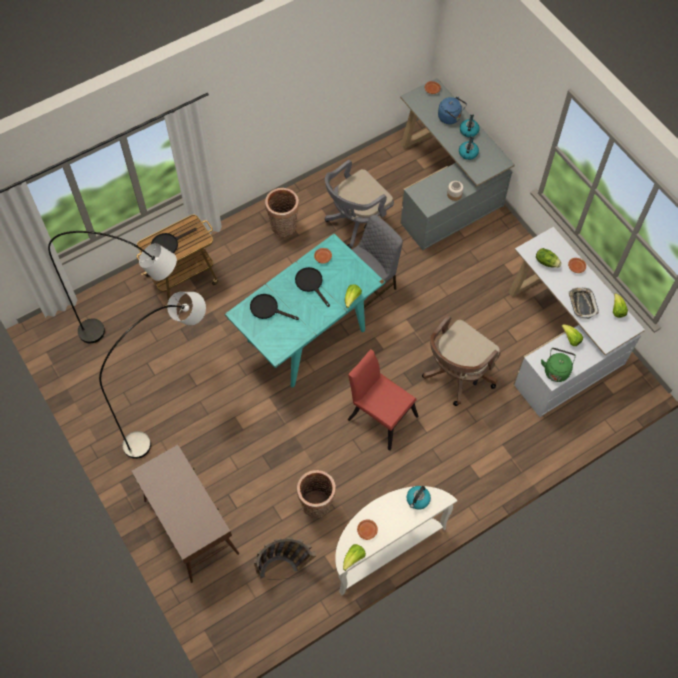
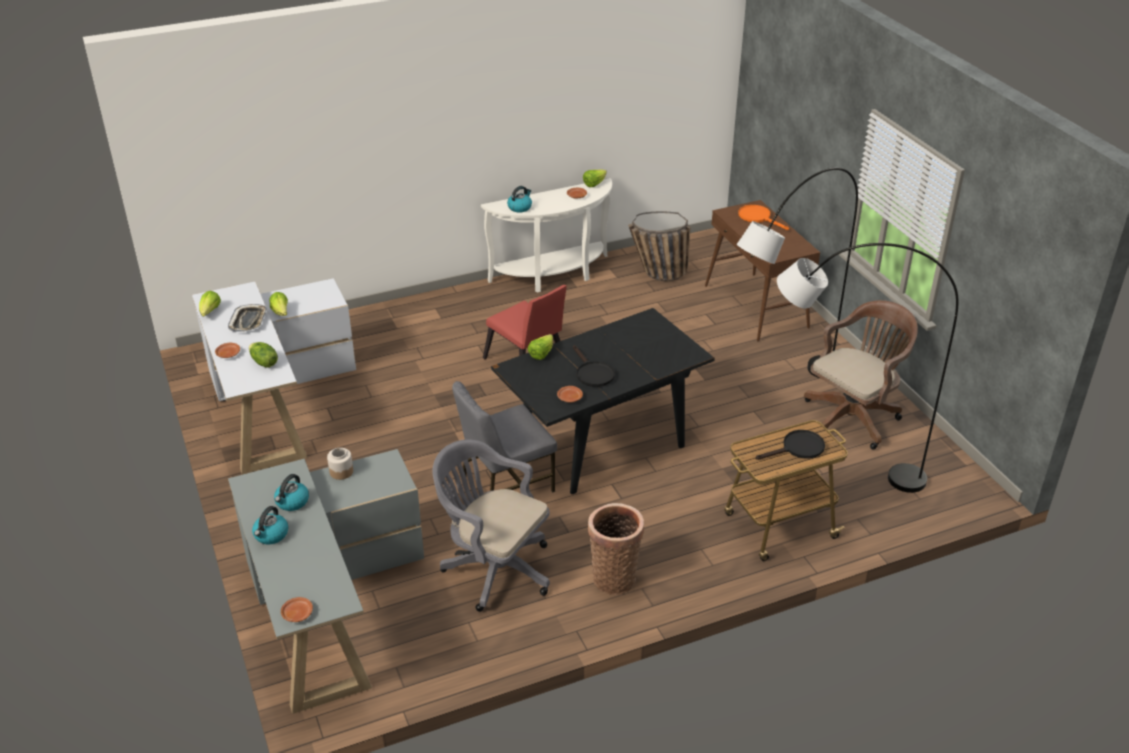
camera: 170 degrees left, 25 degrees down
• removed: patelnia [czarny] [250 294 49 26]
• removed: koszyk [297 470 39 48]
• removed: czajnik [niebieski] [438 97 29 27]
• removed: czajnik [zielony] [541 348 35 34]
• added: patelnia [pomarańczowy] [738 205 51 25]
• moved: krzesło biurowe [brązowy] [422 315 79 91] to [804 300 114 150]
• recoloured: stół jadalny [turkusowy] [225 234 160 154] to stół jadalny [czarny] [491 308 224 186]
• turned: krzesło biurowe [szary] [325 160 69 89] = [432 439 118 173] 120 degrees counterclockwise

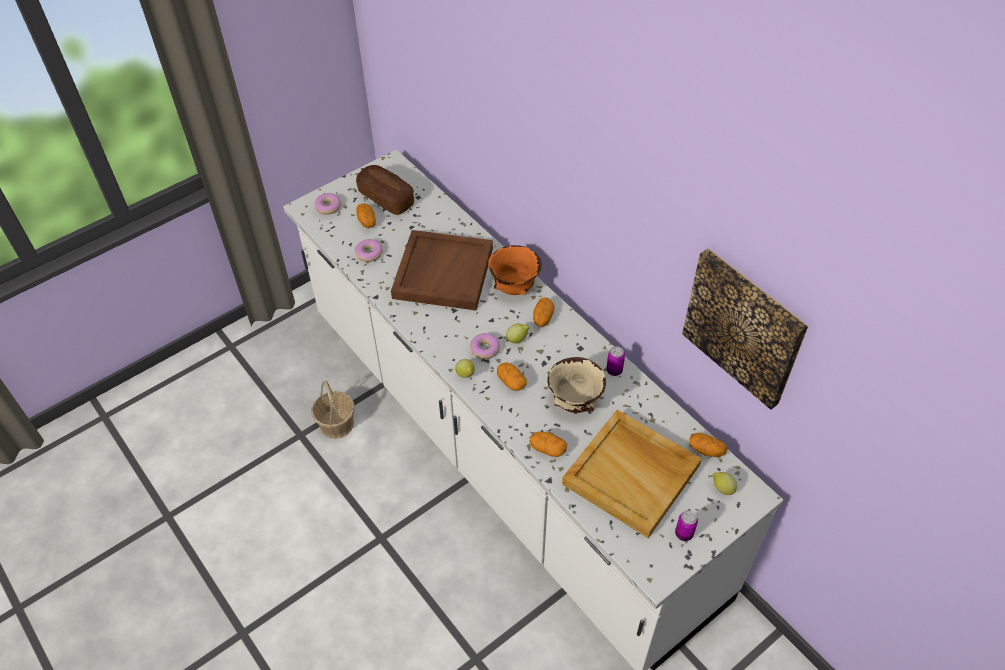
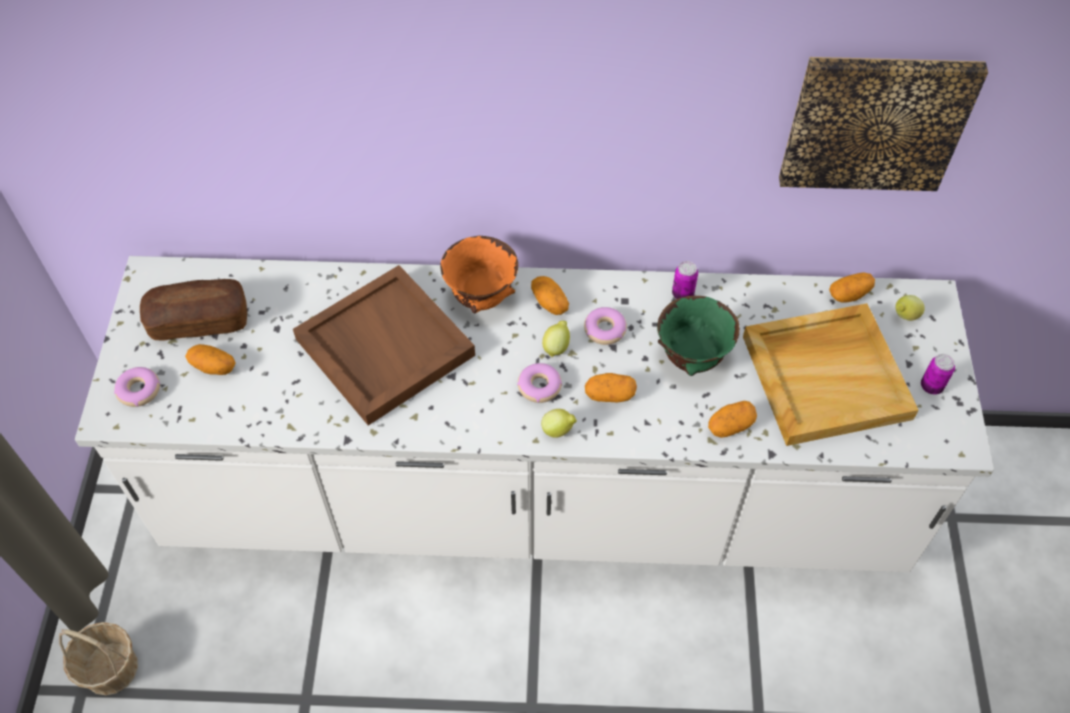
camera: 50 degrees left, 5 degrees up
• moved: koszyk [311 380 44 59] to [59 622 79 74]
• moved: donut [355 239 28 23] to [584 307 43 38]
• recoloured: miska [beżowy] [547 357 59 56] to miska [zielony] [657 296 83 80]

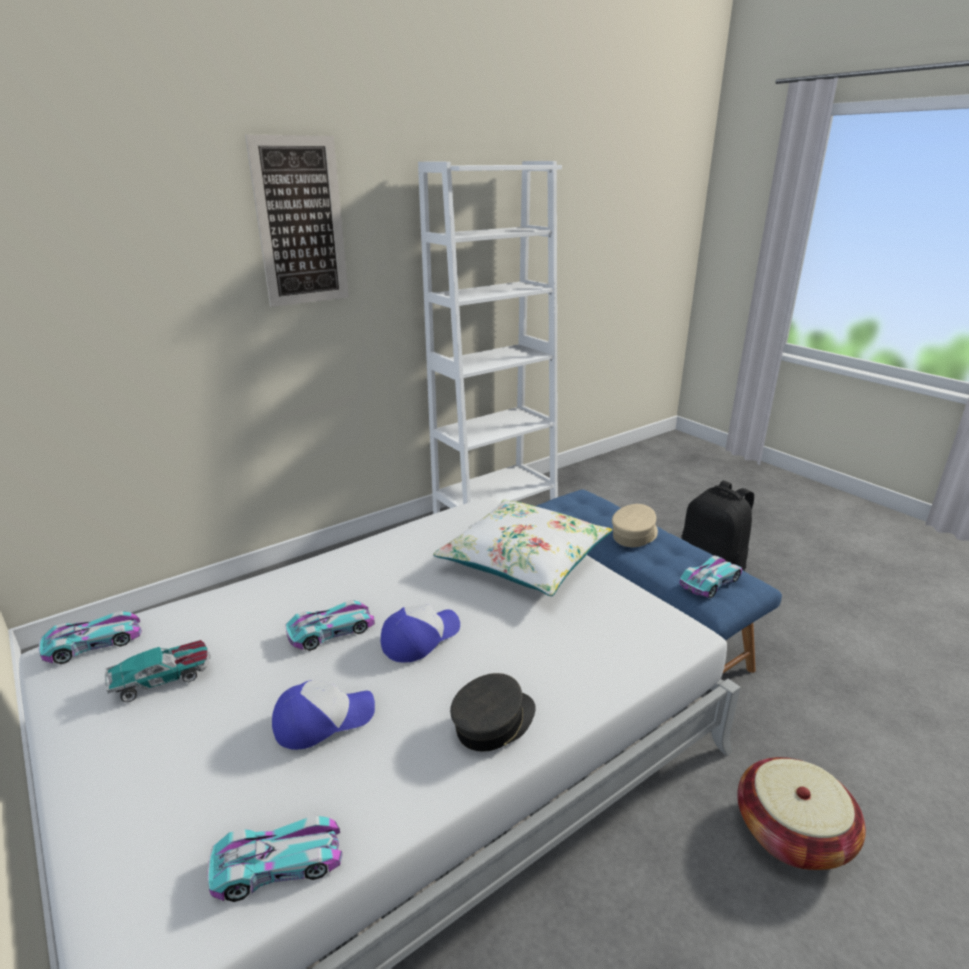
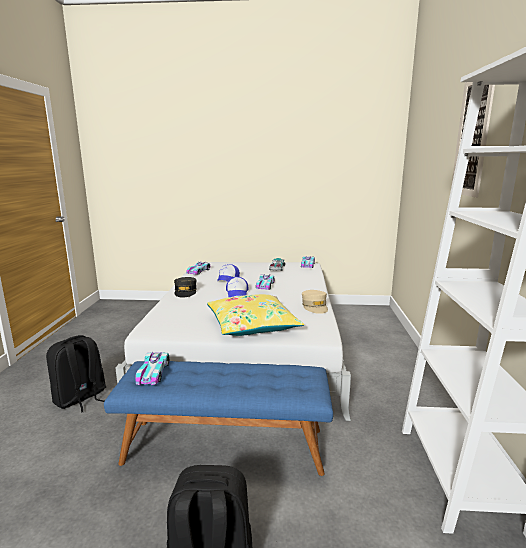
camera: 130 degrees right, 10 degrees down
• moved: czapka z daszkiem [beżowy] [612 504 46 43] to [302 290 26 24]
• replaced: koszyk [737 757 129 113] to plecak [czarny] [46 335 60 78]
• recoloured: poduszka [biały] [433 500 179 96] to poduszka [żółty] [207 294 97 42]

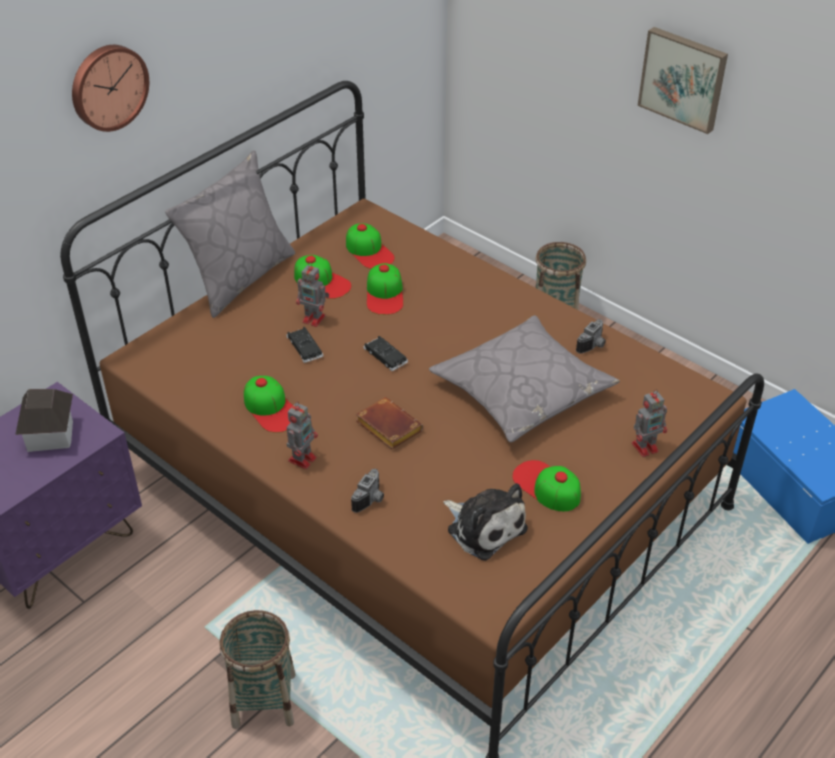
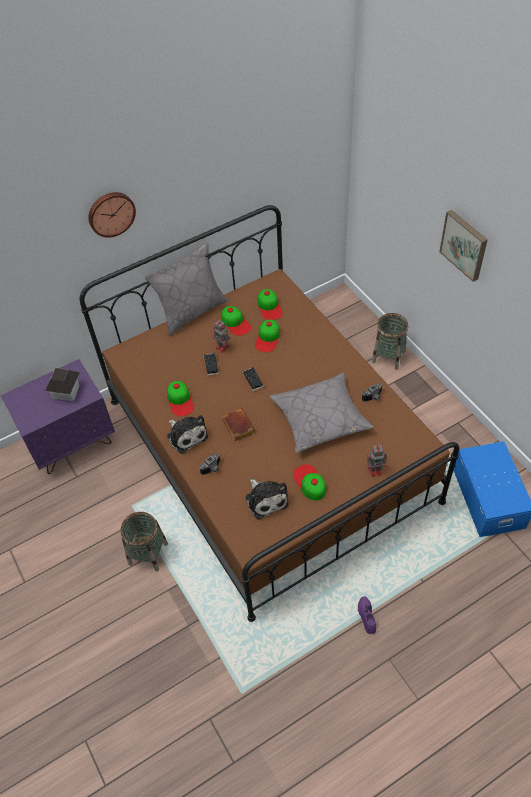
camera: 20 degrees right, 10 degrees up
• added: but [fioletowy] [358 596 19 38]
• replaced: robot zabawkowy [287 401 31 68] to pluszak [167 415 41 39]

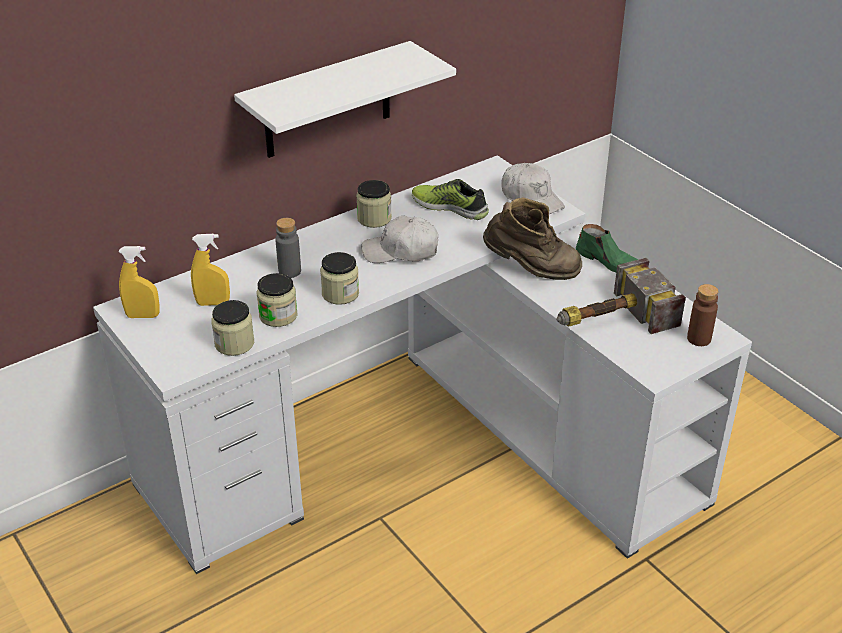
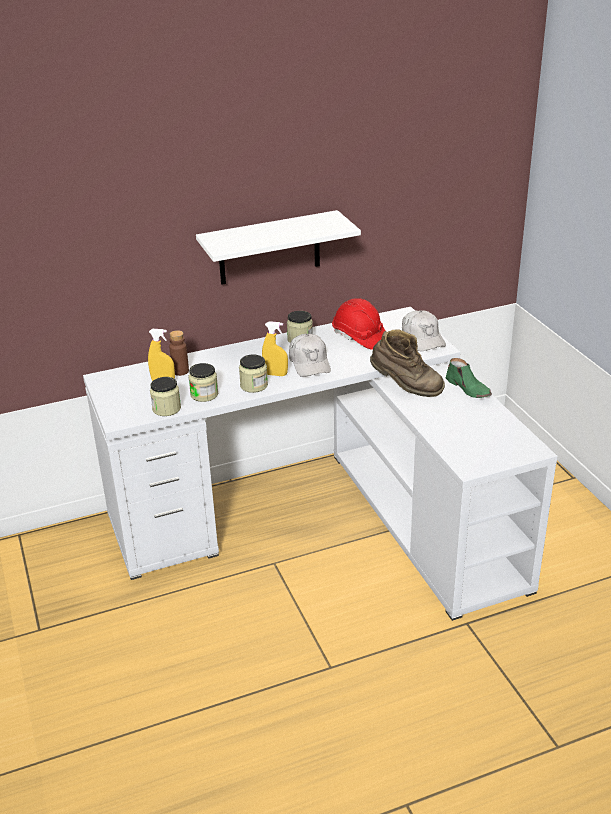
camera: 15 degrees right, 5 degrees down
• removed: butelka [szary] [275 218 26 60]
• removed: młotek [556 258 130 76]
• moved: spryskiwacz [żółty] [119 246 41 72] to [262 321 26 55]
• moved: butelka [brązowy] [687 284 31 62] to [169 330 20 46]
• replaced: but [412 179 77 41] to kask [czerwony] [332 298 53 52]
• turned: czapka z daszkiem [biały] [361 215 77 48] = [289 334 42 43] 120 degrees counterclockwise

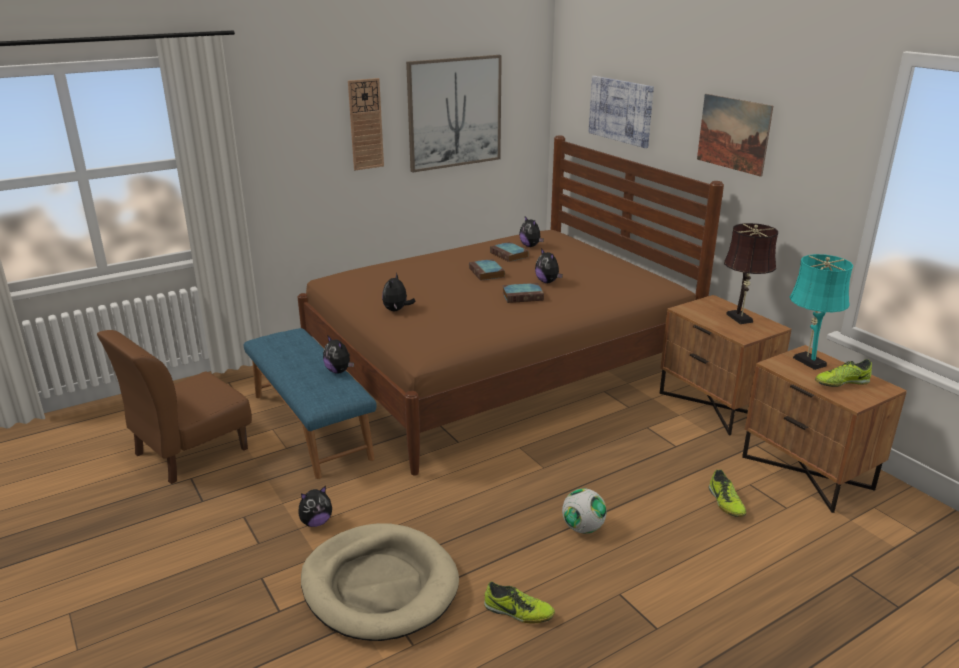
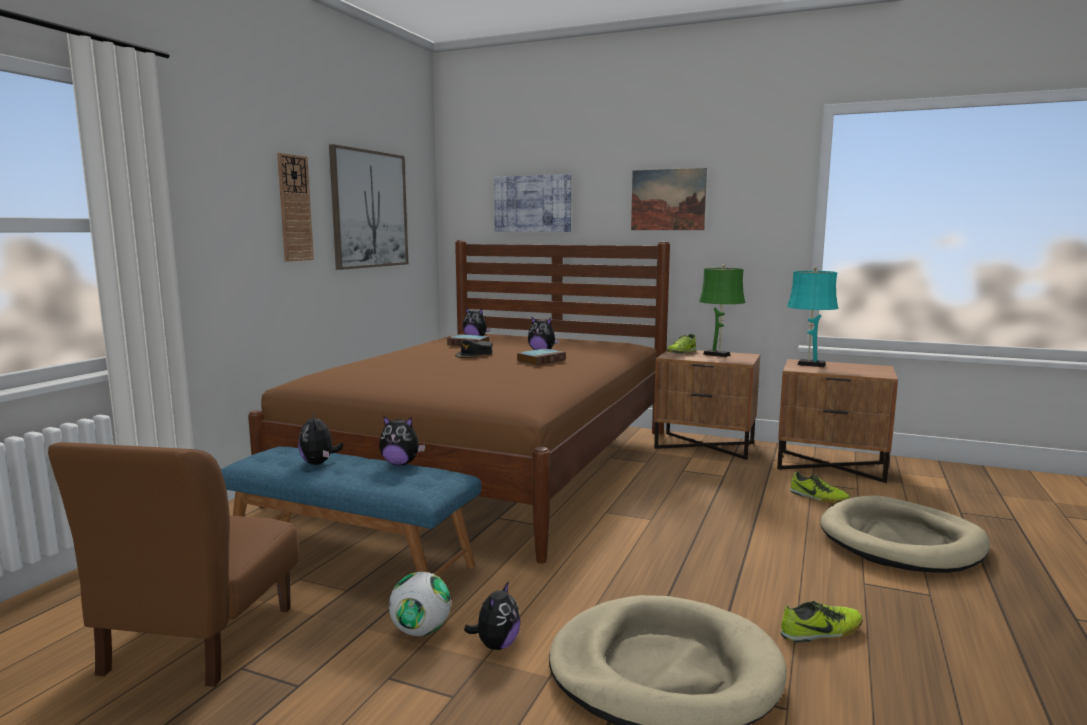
camera: 35 degrees left, 15 degrees down
• added: legowisko [beżowy] [820 495 170 78]
• moved: pluszak [382 272 33 39] to [298 412 45 53]
• moved: piłka futbolowa [562 488 45 46] to [389 572 62 64]
• moved: but [815 359 57 28] to [667 334 29 19]
• replaced: książka [469 259 36 22] to czapka z daszkiem [czarny] [455 339 38 19]
• recoloured: lampa stołowa [brązowy] [724 223 54 101] to lampa stołowa [zielony] [699 264 47 93]

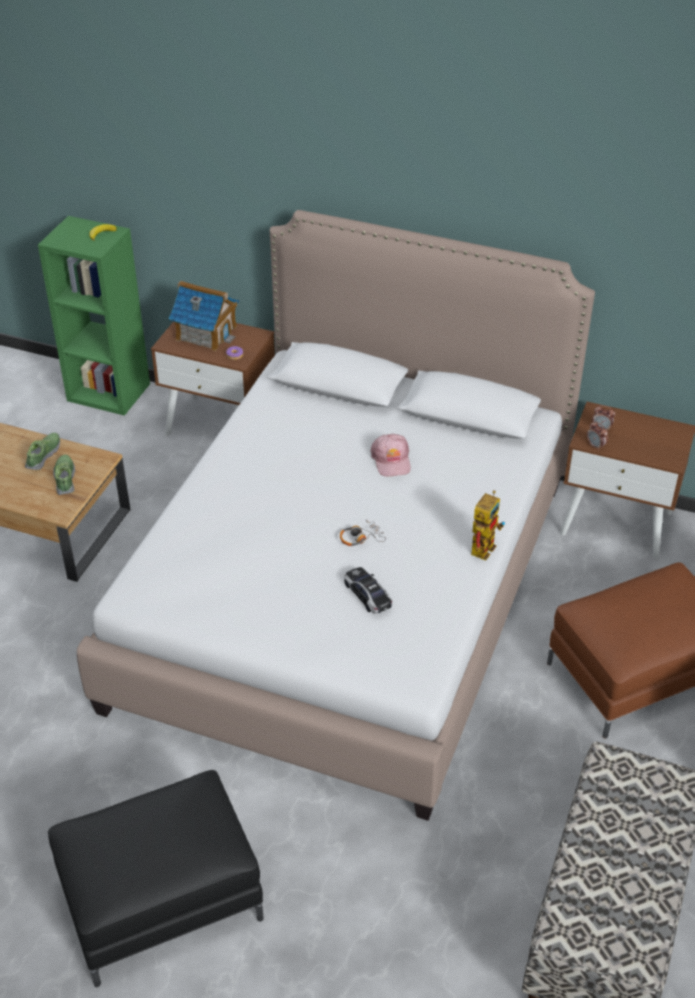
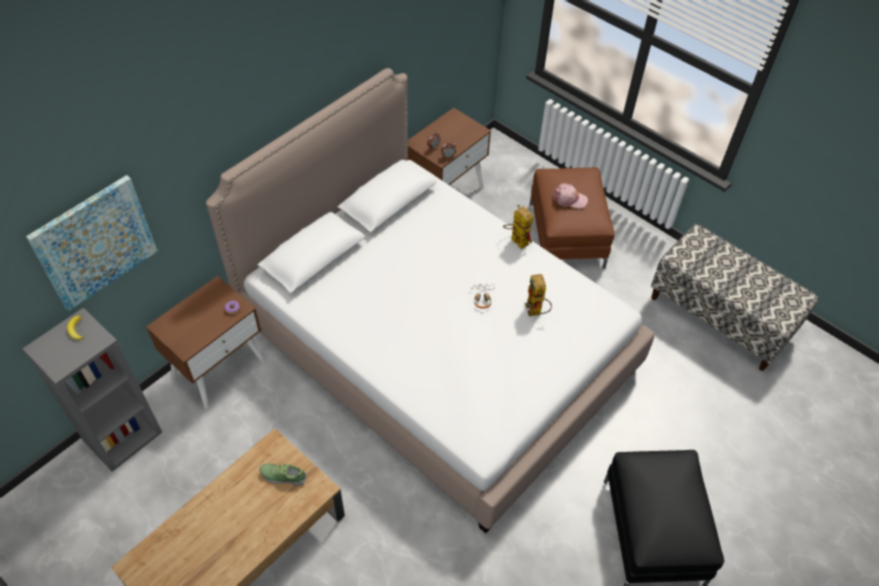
camera: 70 degrees left, 10 degrees up
• removed: but [25 433 35 37]
• removed: domek [169 281 70 70]
• added: obraz [26 175 132 136]
• moved: czapka z daszkiem [różowy] [370 434 41 43] to [553 184 35 25]
• replaced: samochodzik [344 567 48 46] to robot zabawkowy [525 274 27 42]
• recoloured: regał [zielony] [38 216 112 200] to regał [szary] [22 308 140 164]

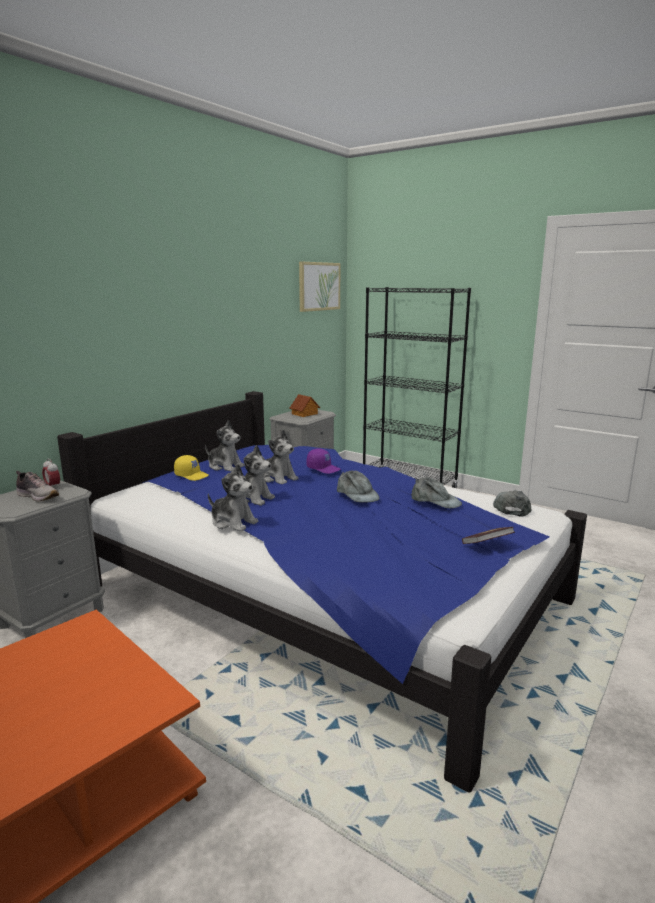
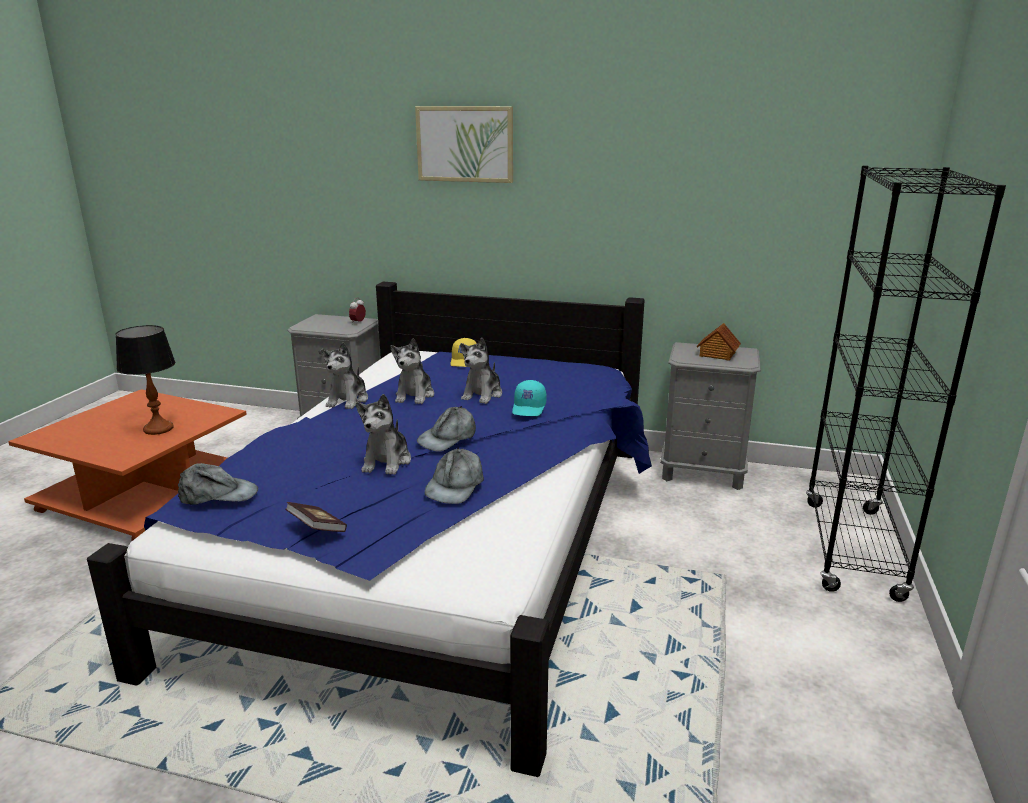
camera: 70 degrees right, 5 degrees up
• removed: but [16 471 43 31]
• added: lampa stołowa [115 325 60 110]
• moved: pluszak [205 420 40 52] to [356 394 55 81]
• moved: obraz [299 262 41 50] to [415 106 98 77]
• moved: czapka z daszkiem [szary] [493 490 38 27] to [178 463 80 42]
• recoloured: czapka z daszkiem [fioletowy] [307 448 33 26] to czapka z daszkiem [turkusowy] [512 380 34 36]

